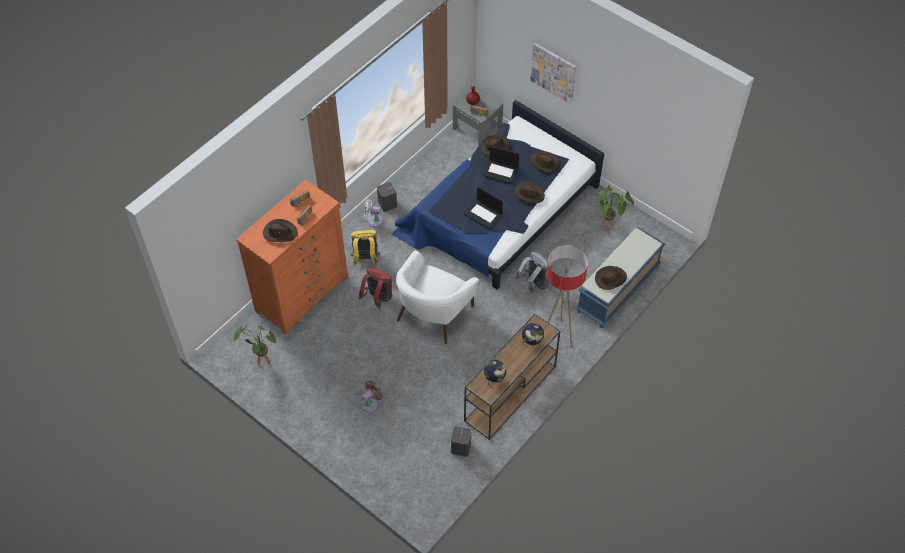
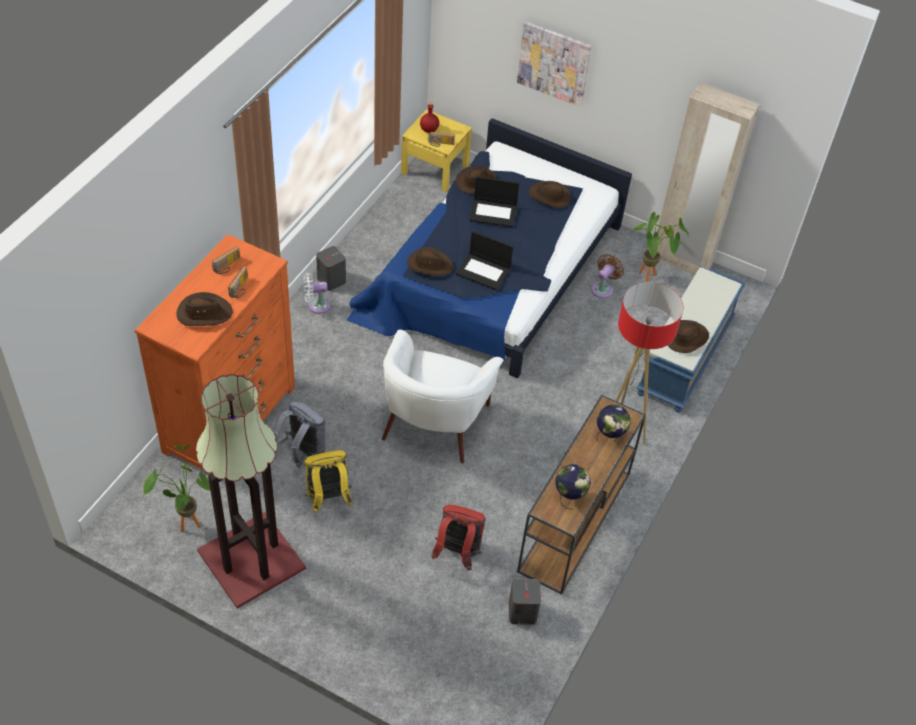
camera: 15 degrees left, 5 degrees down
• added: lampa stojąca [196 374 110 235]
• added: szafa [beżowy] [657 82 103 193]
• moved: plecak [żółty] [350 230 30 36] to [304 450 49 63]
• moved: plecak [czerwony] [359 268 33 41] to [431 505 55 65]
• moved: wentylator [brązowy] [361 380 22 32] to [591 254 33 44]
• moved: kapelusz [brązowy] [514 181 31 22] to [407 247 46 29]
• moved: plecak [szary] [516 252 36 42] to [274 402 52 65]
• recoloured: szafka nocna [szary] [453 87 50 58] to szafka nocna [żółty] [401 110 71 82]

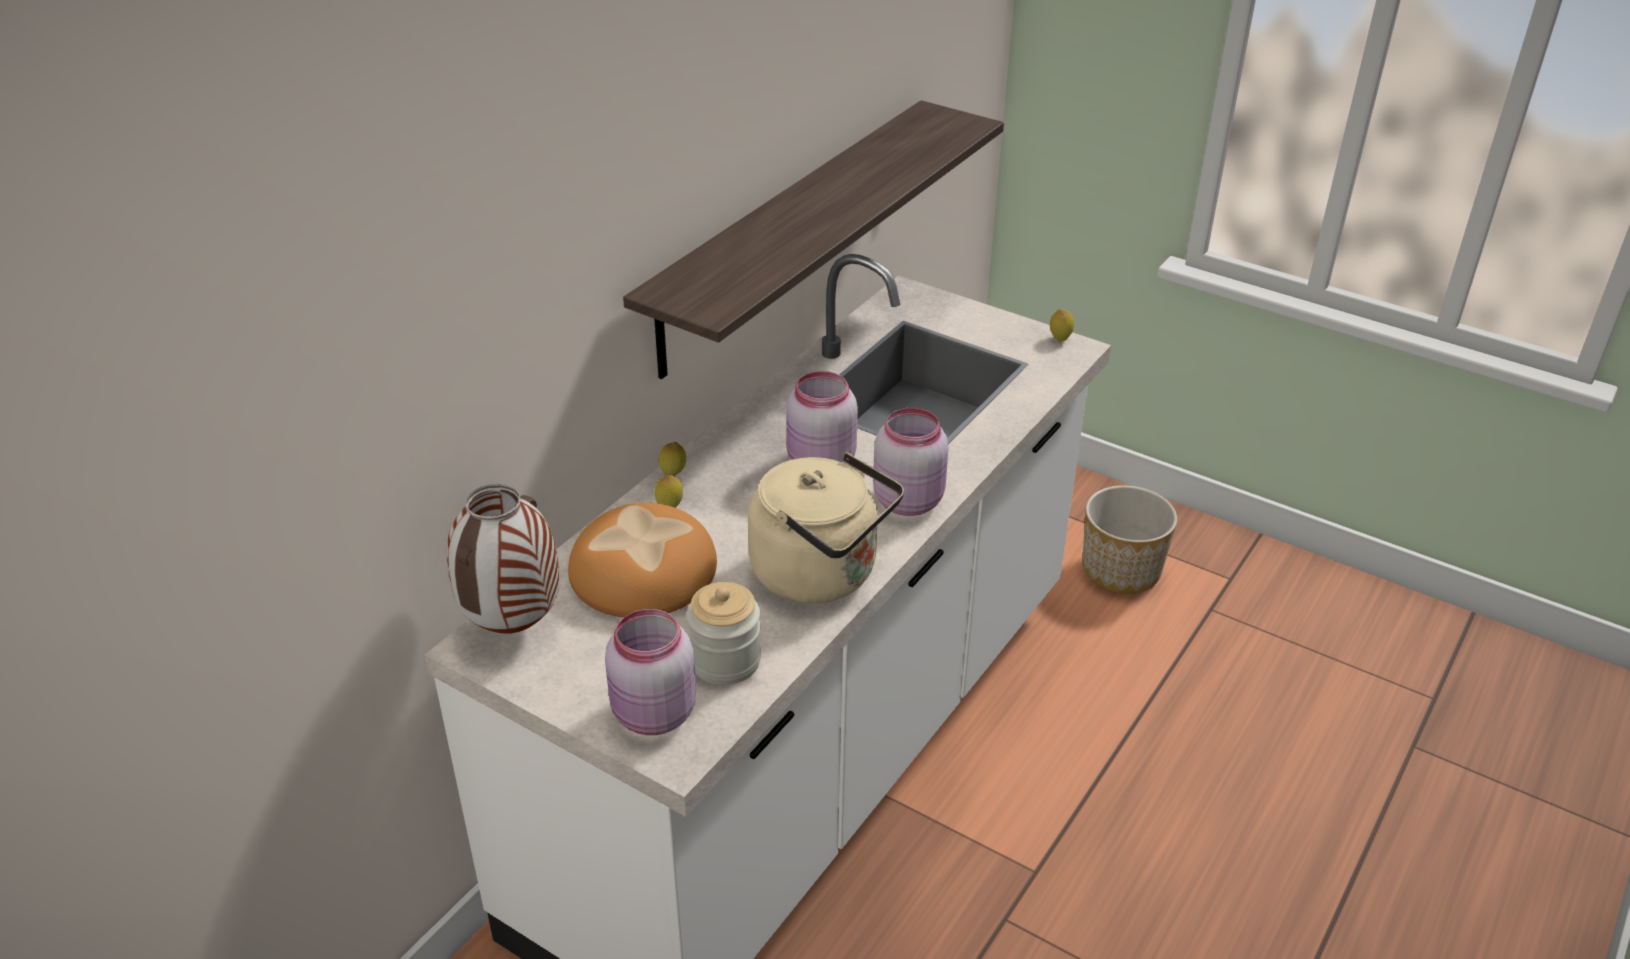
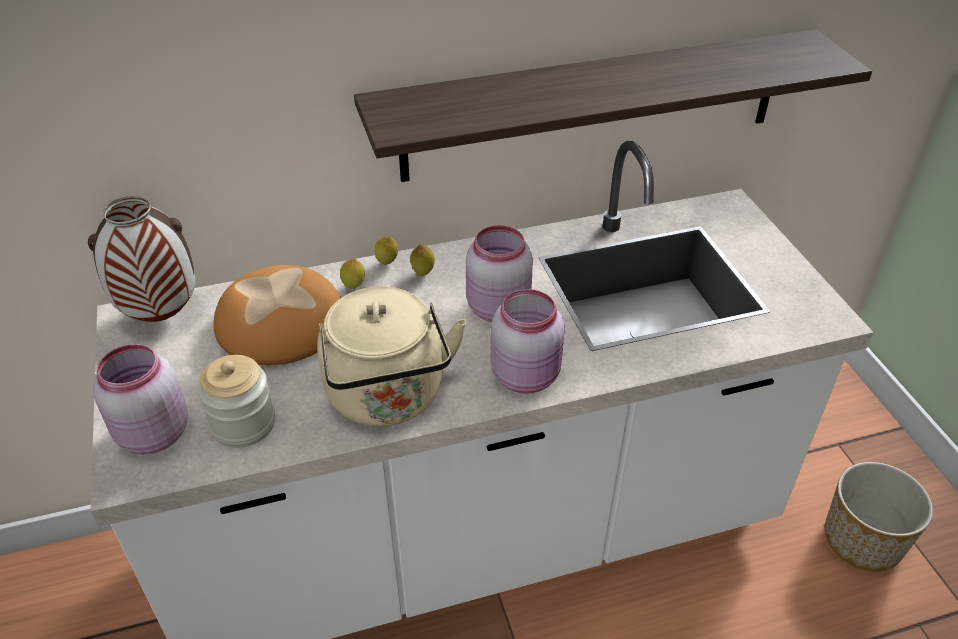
camera: 40 degrees right, 5 degrees up
• moved: cytryna [1050 309 24 33] to [410 244 25 32]

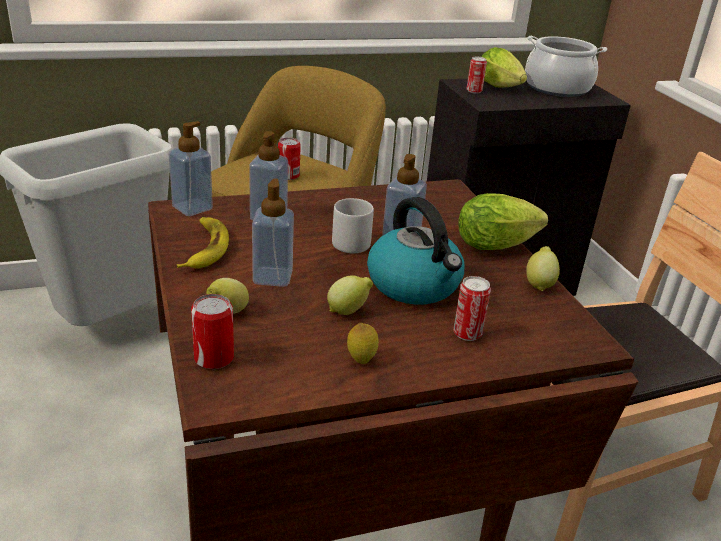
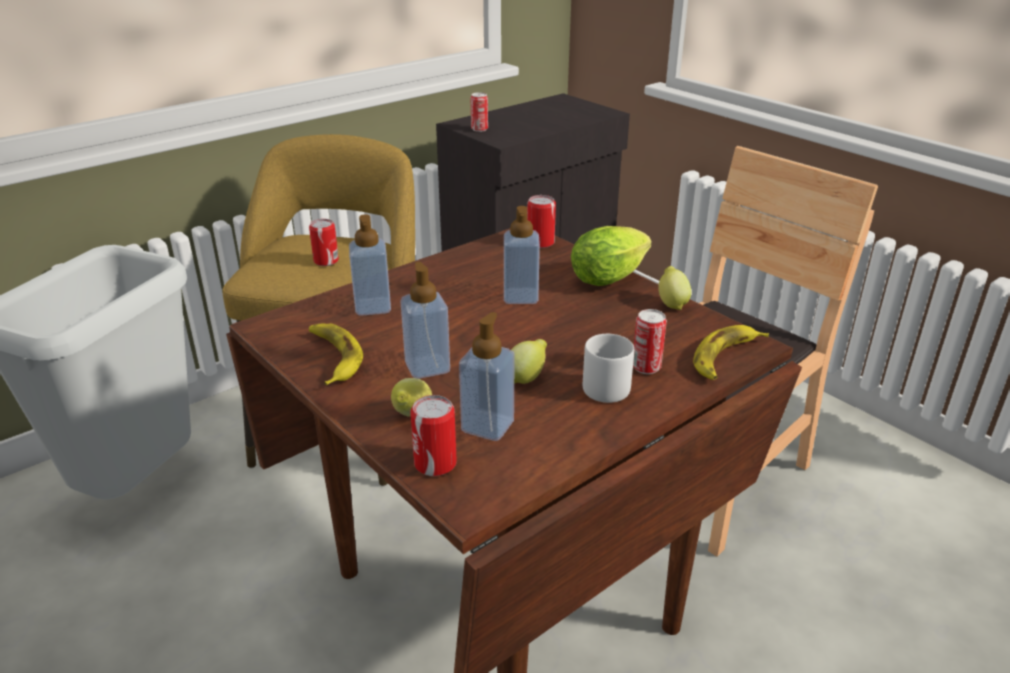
camera: 20 degrees left, 0 degrees up
• removed: cytryna [347 323 32 41]
• removed: czajnik [367 197 97 108]
• removed: sałata [482 47 45 41]
• removed: garnek [525 36 82 61]
• added: puszka [527 195 29 53]
• added: banan [693 325 76 55]
• moved: dozownik mydła [168 121 45 95] to [459 312 56 129]
• moved: kubek [szary] [332 198 42 55] to [583 334 51 69]

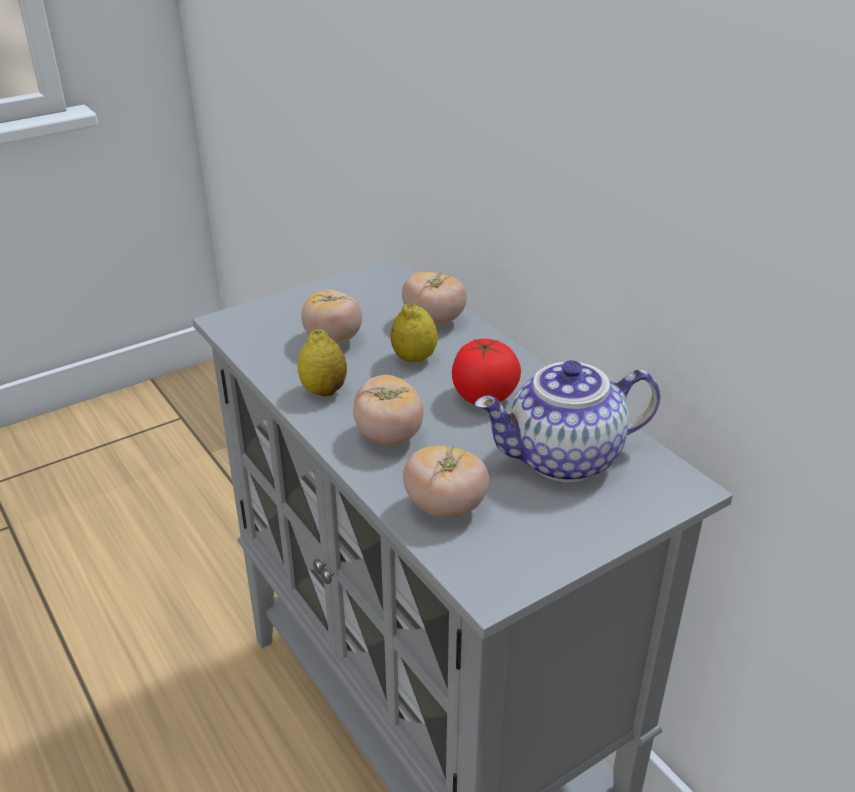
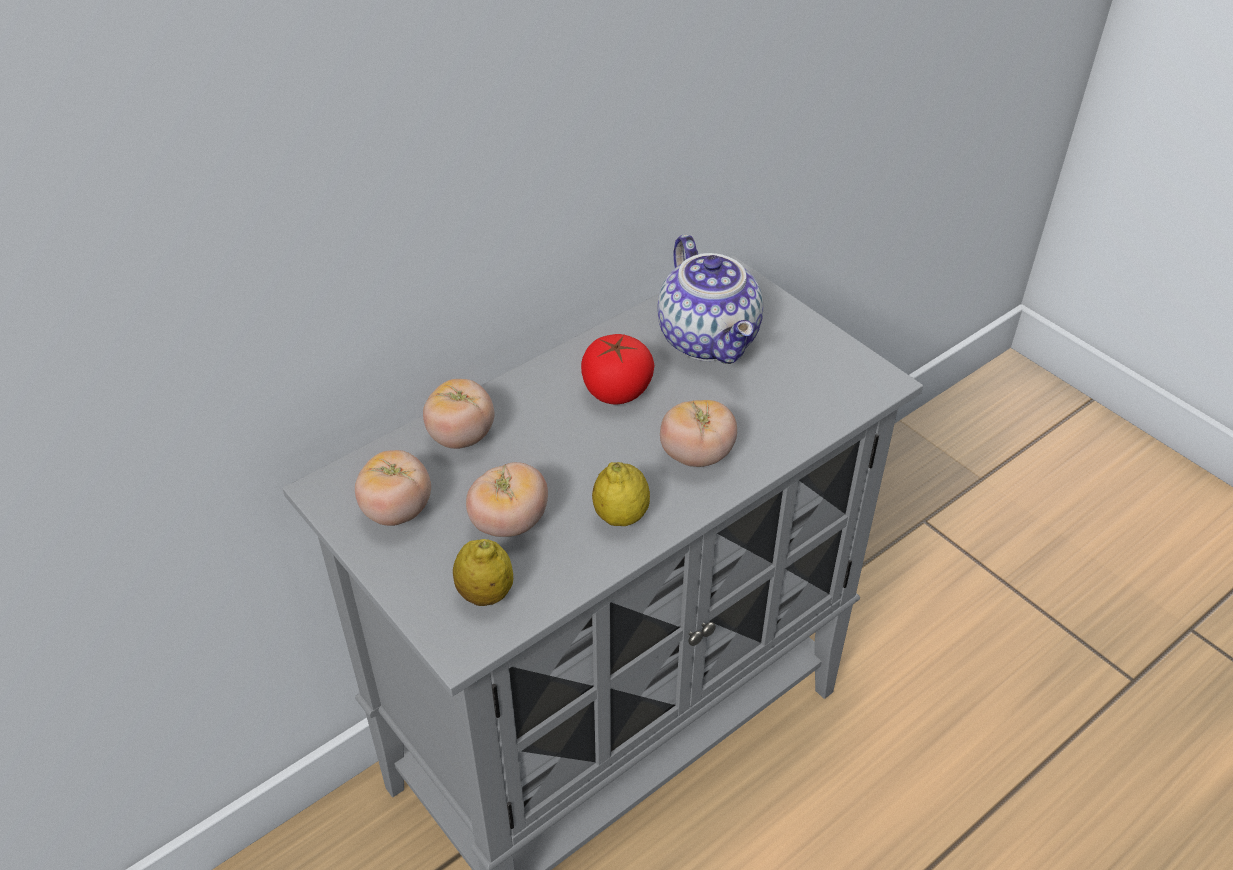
camera: 95 degrees left, 10 degrees up
• moved: cytryna [390 303 48 59] to [453 539 60 67]
• moved: pomidor [403 446 86 72] to [355 450 76 76]

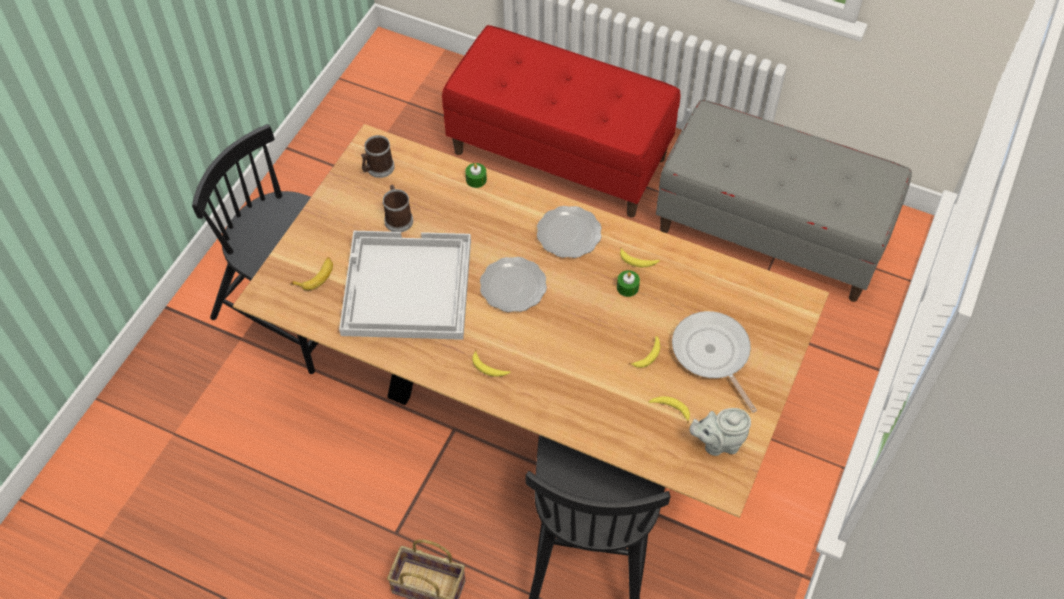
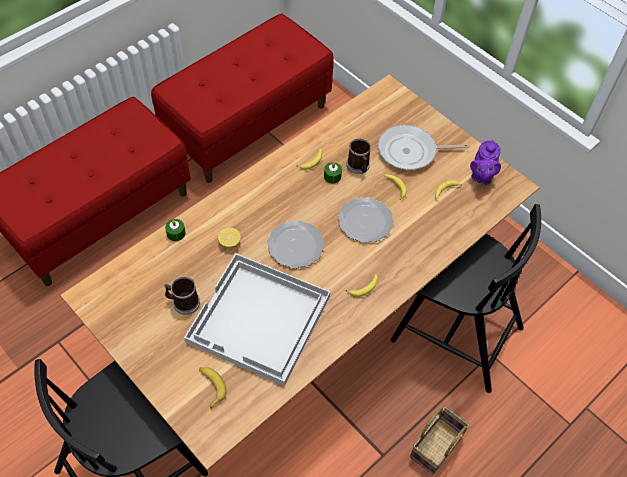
camera: 70 degrees left, 0 degrees up
• added: cytryna [218 228 23 20]
• moved: kubek [361 135 34 43] to [346 138 25 36]
• moved: talerz [537 206 65 52] to [338 197 56 46]
• recoloured: ławka [szary] [656 100 256 202] to ławka [czerwony] [151 14 183 169]
• recoloured: imbryk [szary] [689 408 62 48] to imbryk [fioletowy] [470 140 31 45]

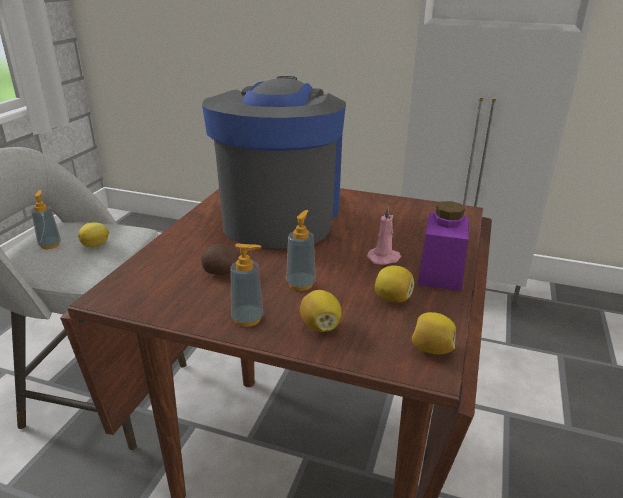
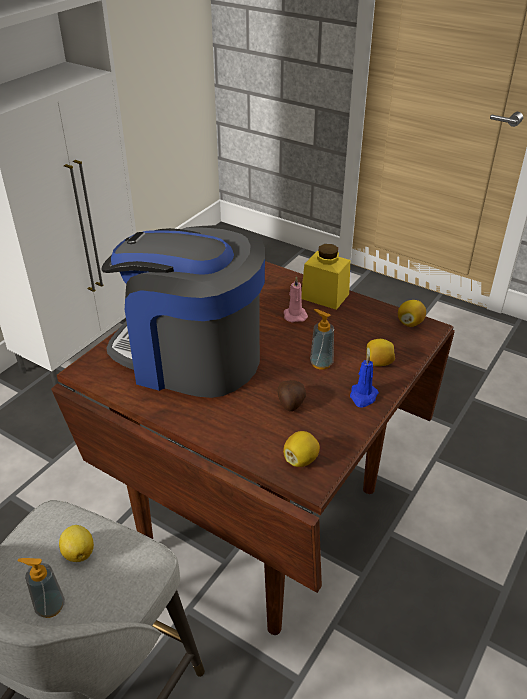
camera: 75 degrees left, 10 degrees up
• moved: cytryna [374 265 40 38] to [283 431 37 36]
• replaced: dozownik mydła [230 243 33 84] to świeca [niebieski] [350 354 29 54]
• recoloured: słoik [fioletowy] [417 201 52 90] to słoik [żółty] [301 244 49 66]

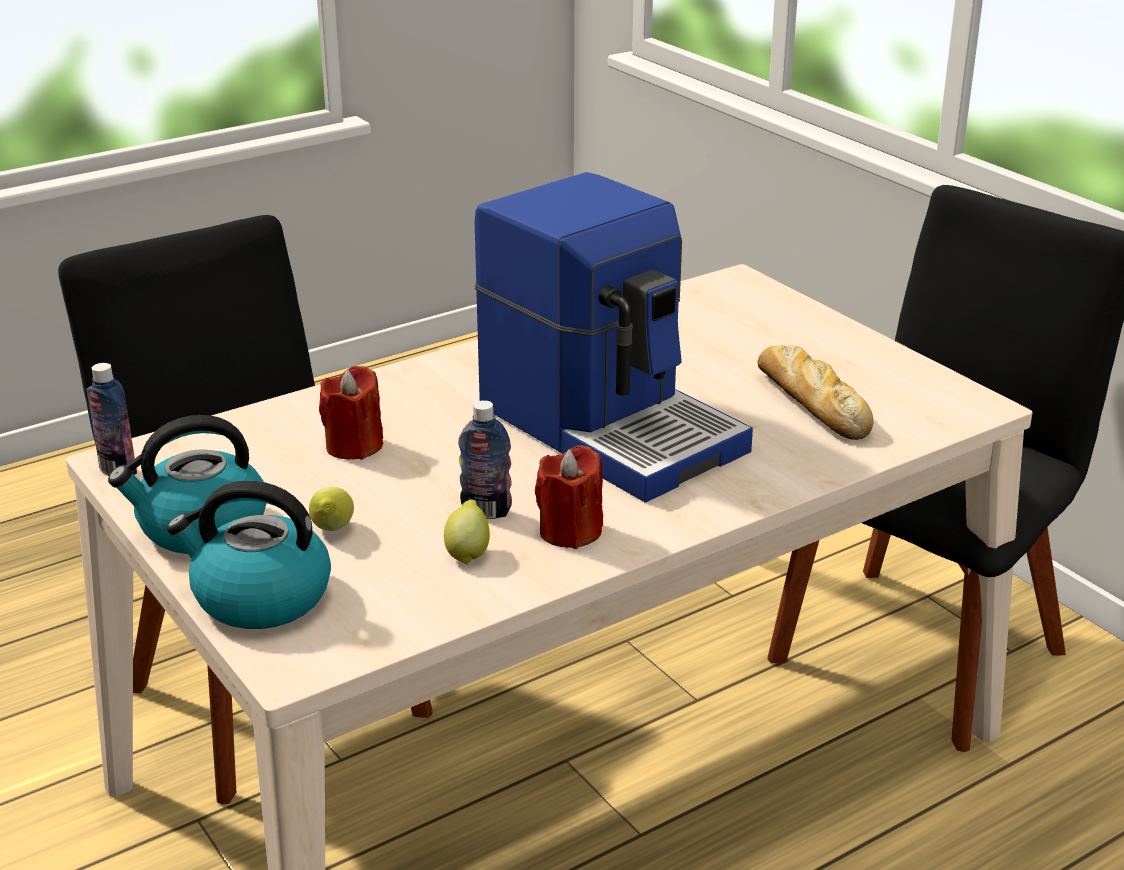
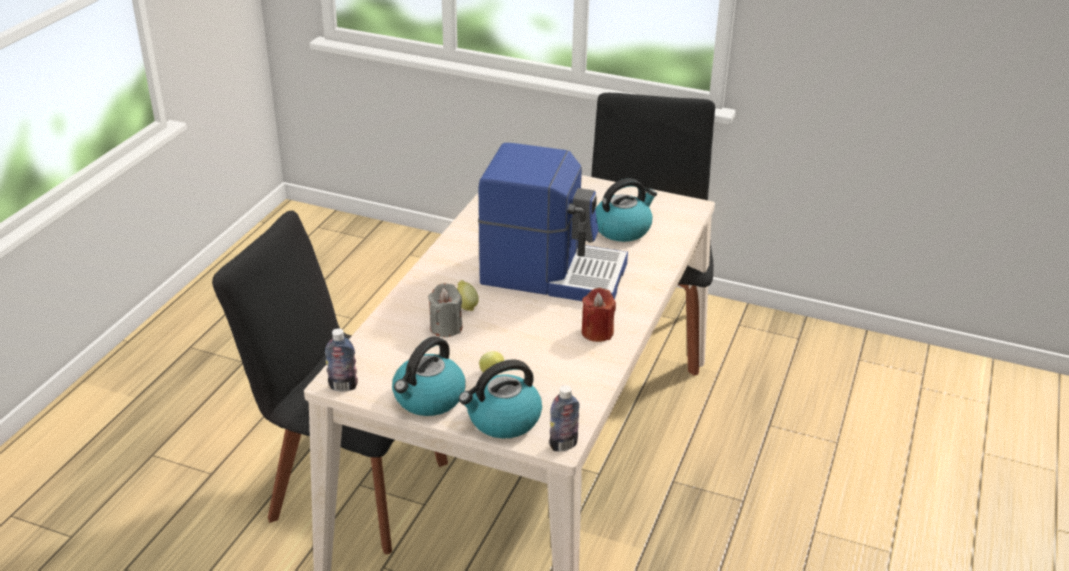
camera: 35 degrees left, 5 degrees up
• moved: cytryna [444 500 46 65] to [457 280 22 31]
• moved: butelka [458 400 54 119] to [549 385 31 66]
• replaced: chleb [757 345 117 95] to czajnik [596 178 61 64]
• recoloured: świeca [czerwony] [319 366 64 94] to świeca [szary] [428 283 34 54]

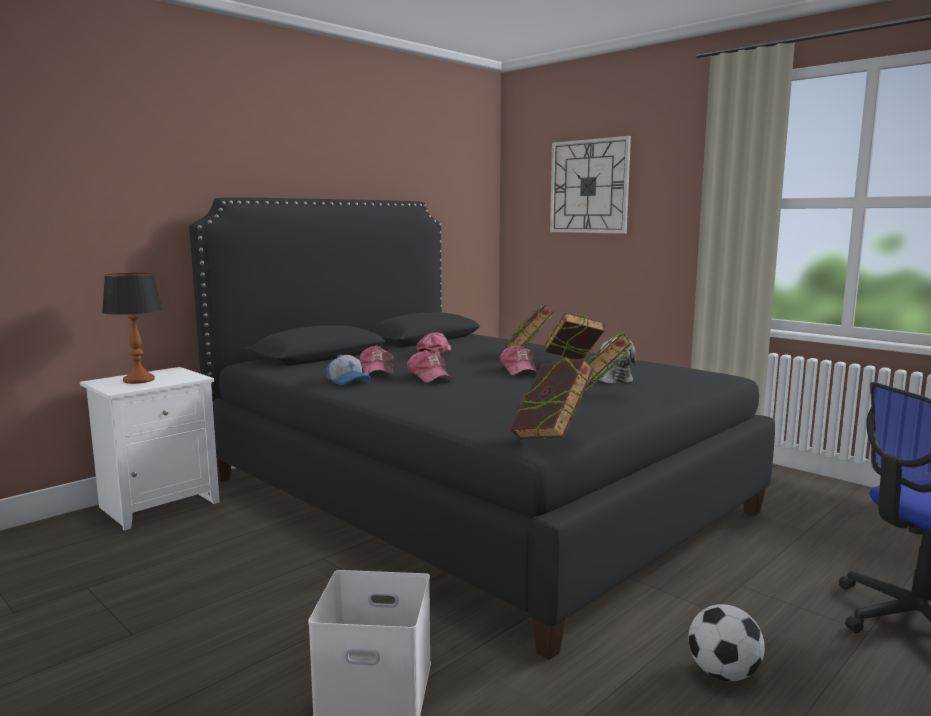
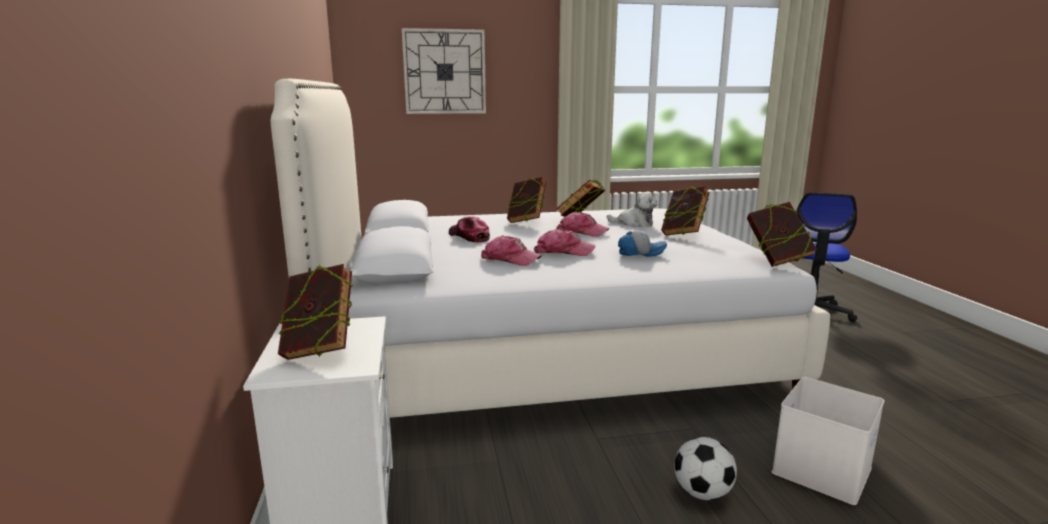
camera: 55 degrees left, 5 degrees up
• moved: czapka z daszkiem [326 355 44 30] to [618 230 49 27]
• moved: piłka futbolowa [688 604 77 77] to [674 437 63 63]
• replaced: lampa stołowa [102 273 61 111] to książka [278 264 75 96]
• recoloured: łóżko [czarny] [189 198 586 462] to łóżko [biały] [271 79 559 339]

